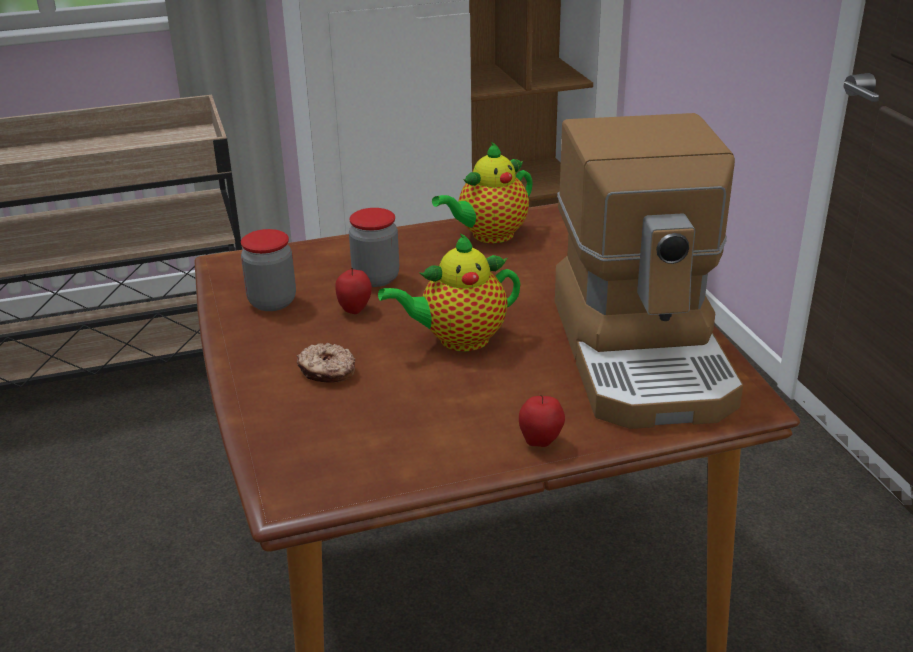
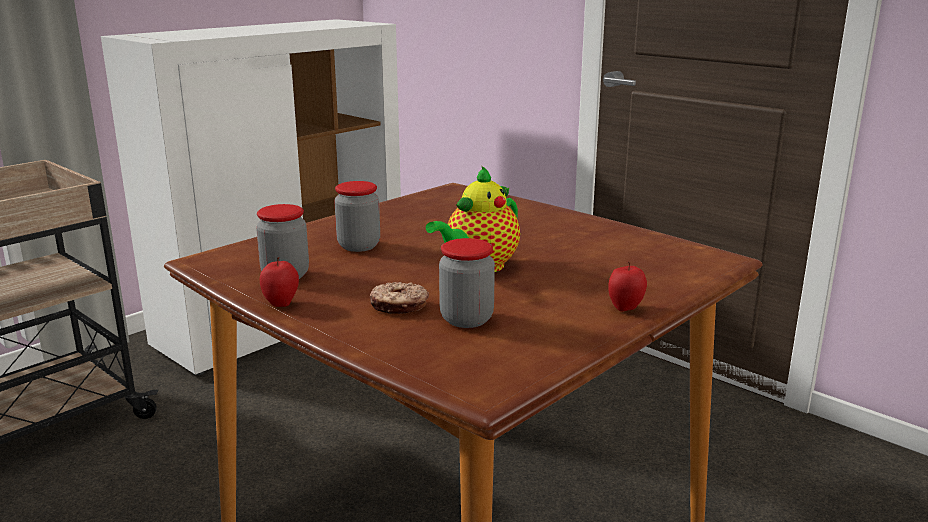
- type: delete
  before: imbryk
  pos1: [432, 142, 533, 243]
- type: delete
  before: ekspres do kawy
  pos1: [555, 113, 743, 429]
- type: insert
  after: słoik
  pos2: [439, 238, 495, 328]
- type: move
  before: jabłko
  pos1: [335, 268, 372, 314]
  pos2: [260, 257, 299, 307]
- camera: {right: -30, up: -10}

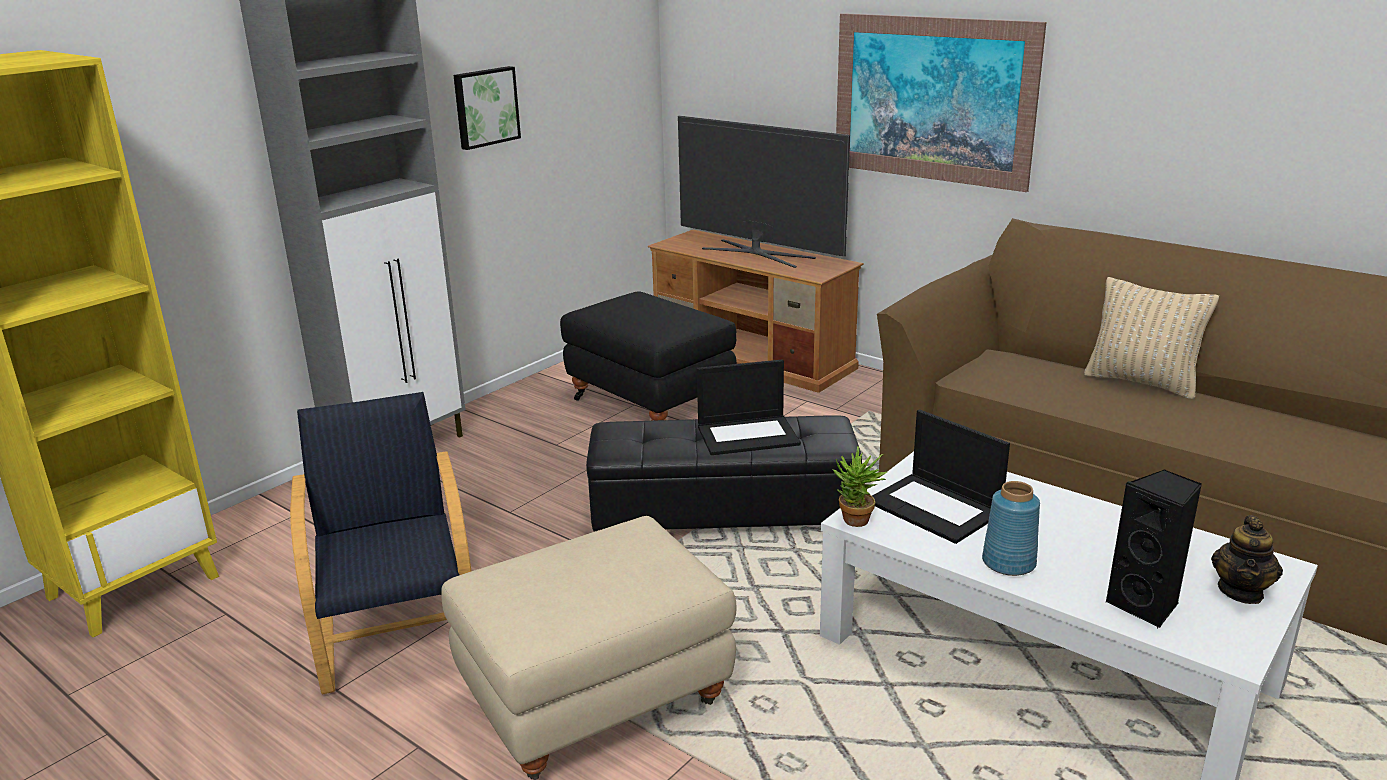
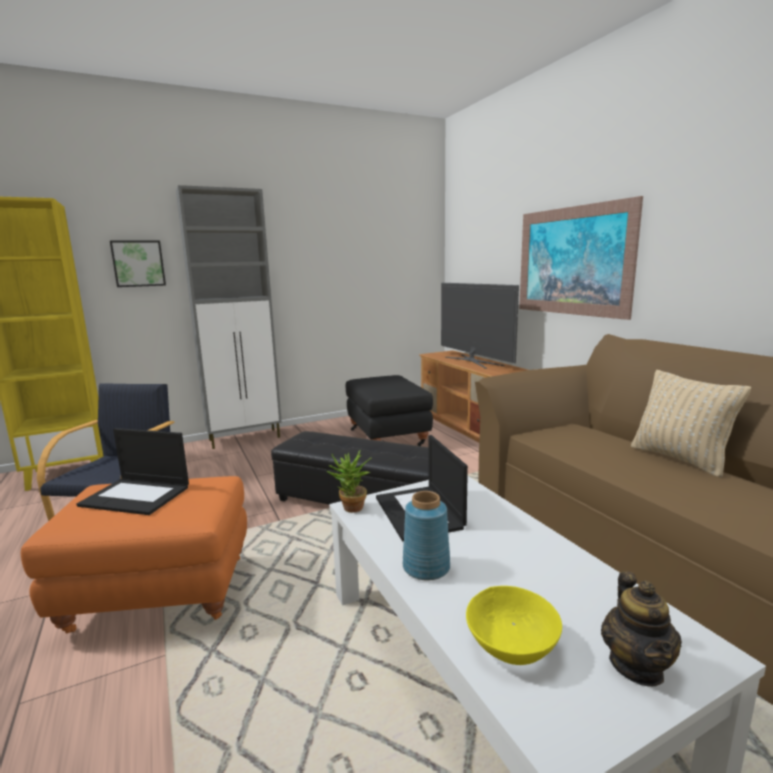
- type: move
  before: obraz
  pos1: [453, 66, 521, 150]
  pos2: [110, 241, 166, 287]
- type: move
  before: laptop
  pos1: [697, 359, 801, 455]
  pos2: [77, 428, 189, 515]
- type: replace
  before: głośnik (czarny)
  after: miska (żółty)
  pos1: [1105, 470, 1202, 628]
  pos2: [466, 586, 562, 665]
- type: recolor
  before: pufa (beżowy)
  after: pufa (pomarańczowy)
  pos1: [441, 516, 737, 780]
  pos2: [21, 476, 247, 633]
- type: rotate
  before: imbryk
  pos1: [1211, 515, 1283, 604]
  pos2: [601, 571, 682, 686]
  turn: -45
- camera: {right: 25, up: -10}

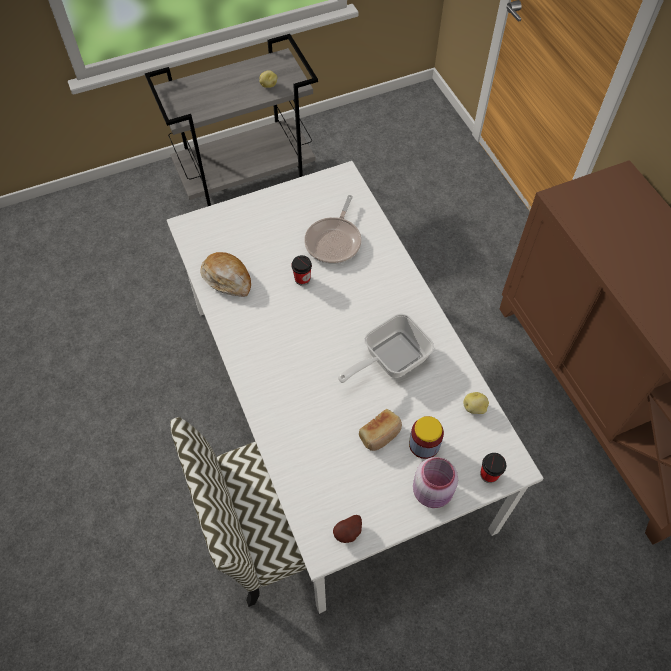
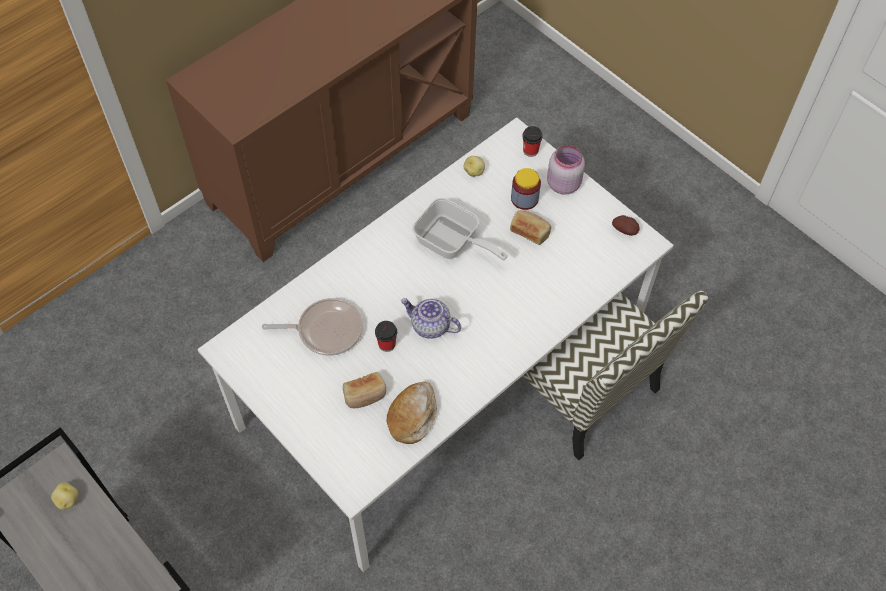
- type: insert
  after: chleb
  pos2: [343, 372, 386, 408]
- type: insert
  after: imbryk
  pos2: [401, 298, 461, 339]
- camera: {right: -110, up: 0}

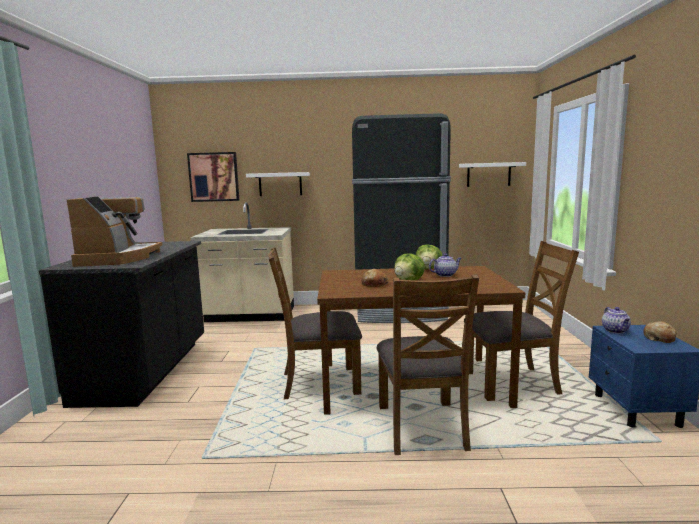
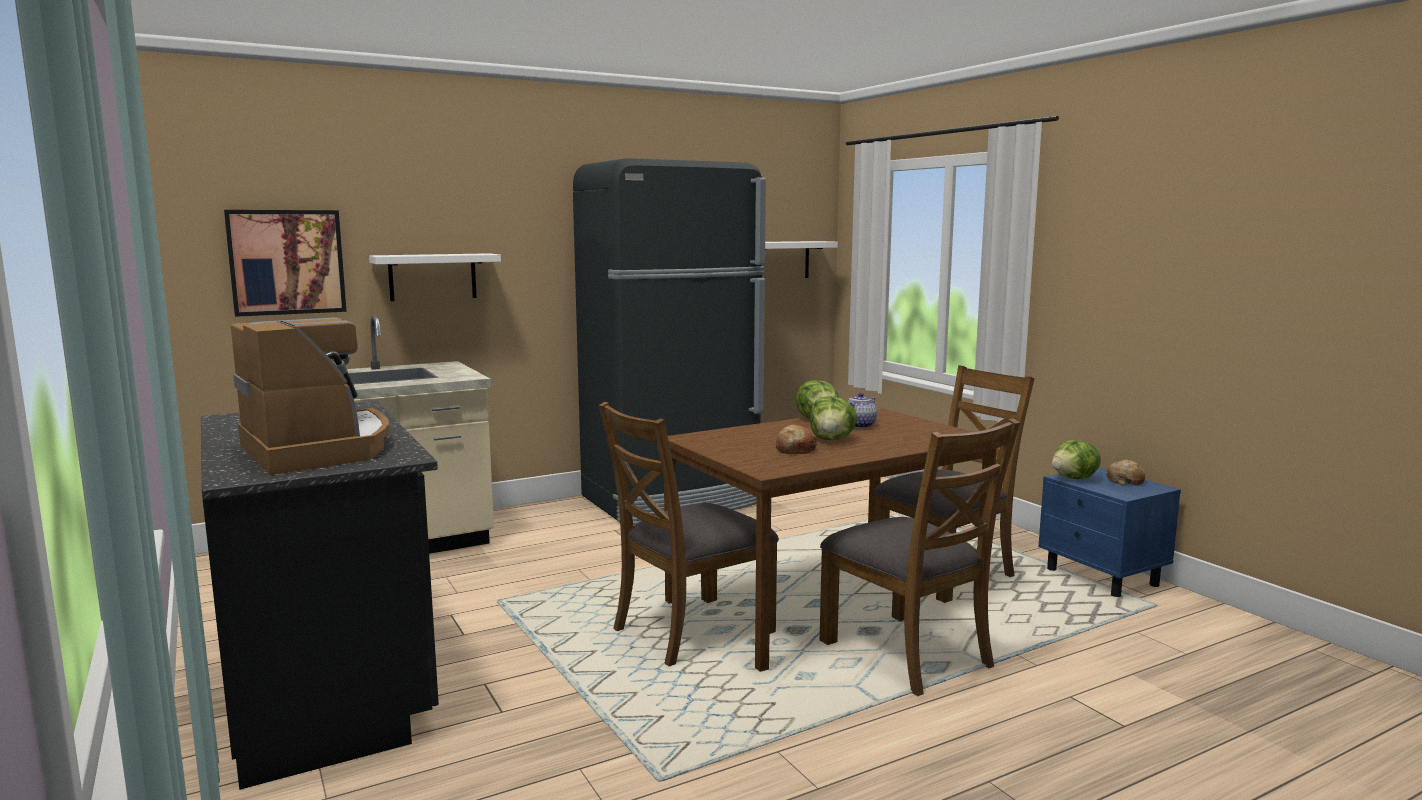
- type: replace
  before: imbryk
  after: sałata
  pos1: [602, 307, 631, 333]
  pos2: [1052, 440, 1101, 479]
- camera: {right: -30, up: 0}

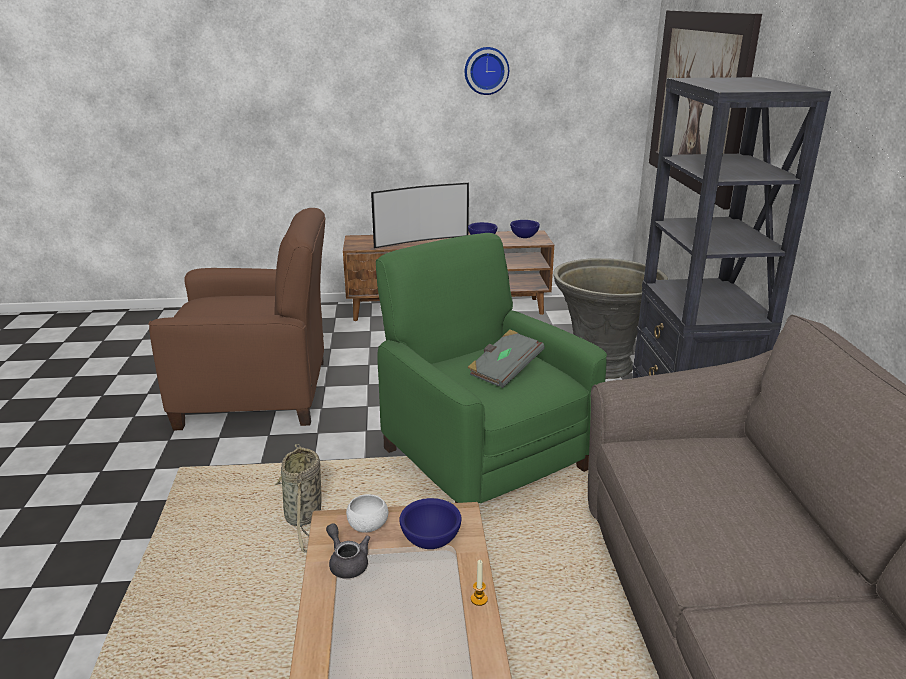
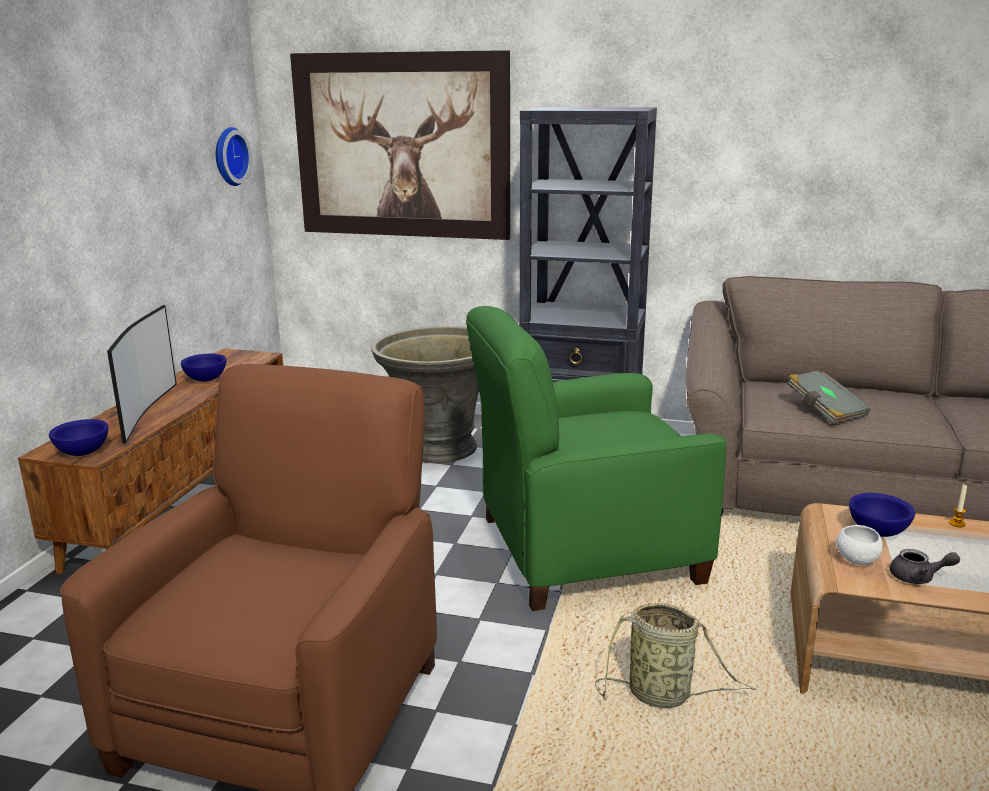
- type: move
  before: zegar ścienny
  pos1: [465, 47, 509, 95]
  pos2: [216, 127, 252, 186]
- type: move
  before: książka (szary)
  pos1: [467, 329, 545, 388]
  pos2: [787, 370, 871, 425]
- type: move
  before: miska (niebieski)
  pos1: [510, 220, 540, 238]
  pos2: [49, 419, 108, 456]
- type: rotate
  before: imbryk (szary)
  pos1: [326, 523, 370, 579]
  pos2: [890, 549, 960, 584]
  turn: -150
- camera: {right: -70, up: -5}

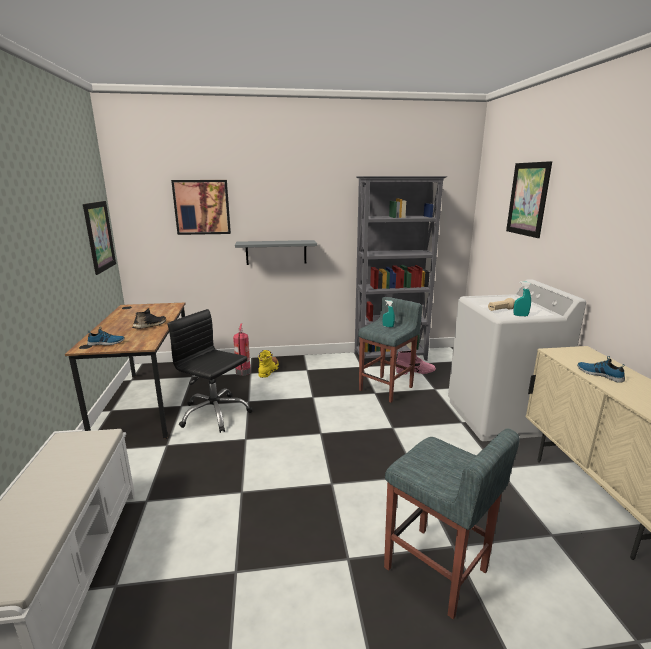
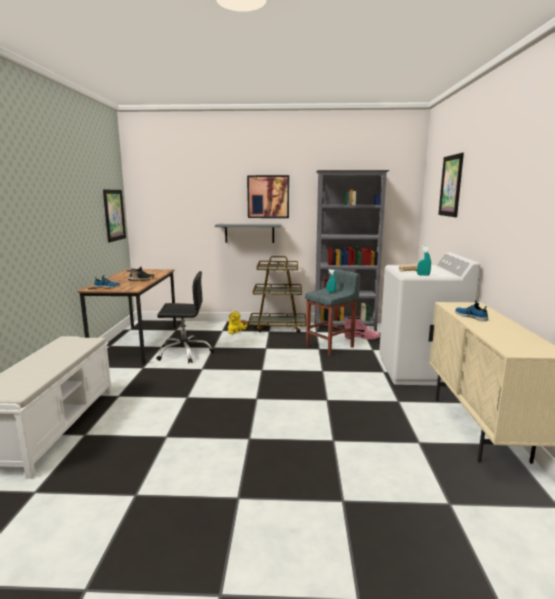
- type: delete
  before: gaśnica
  pos1: [233, 323, 251, 375]
- type: delete
  before: stołek (szary)
  pos1: [384, 428, 520, 619]
- type: insert
  after: wózek (brązowy)
  pos2: [248, 256, 306, 333]
- type: move
  before: obraz
  pos1: [171, 180, 231, 235]
  pos2: [247, 175, 289, 218]
- type: rotate
  before: krzesło biurowe (czarny)
  pos1: [168, 309, 253, 433]
  pos2: [156, 271, 214, 363]
  turn: 135
- camera: {right: 10, up: -5}

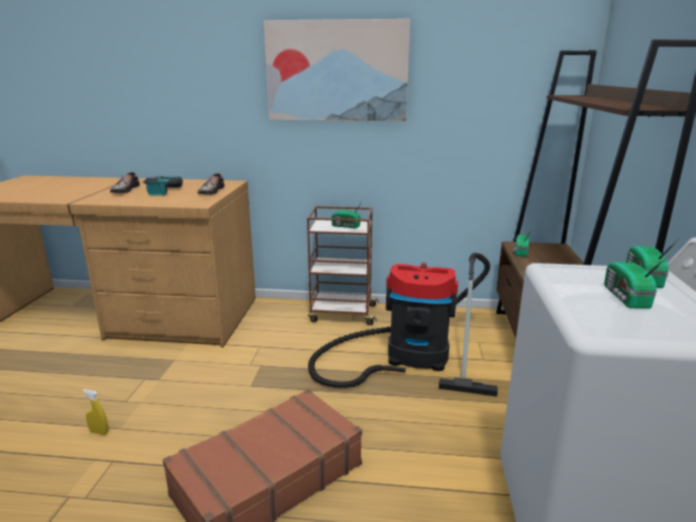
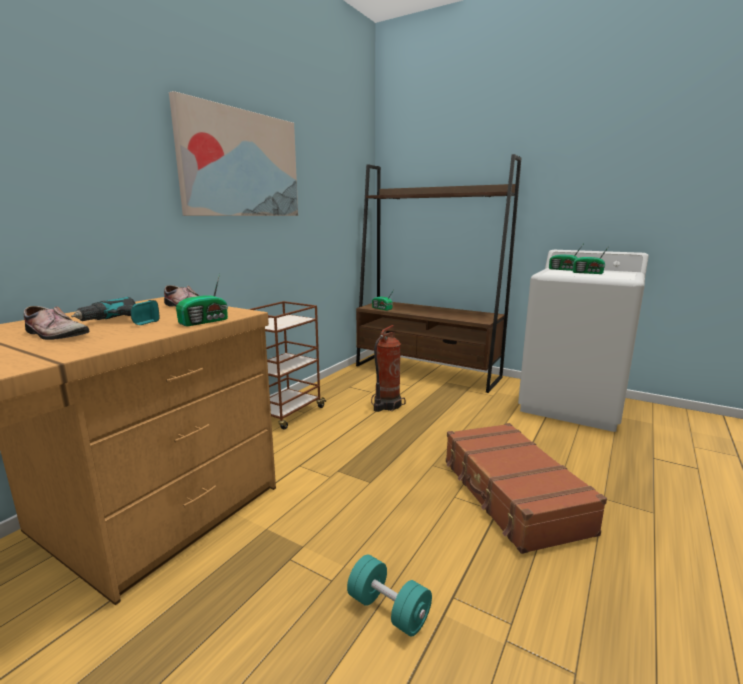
- type: move
  before: radio
  pos1: [332, 201, 362, 229]
  pos2: [176, 273, 228, 327]
- type: replace
  before: spryskiwacz (żółty)
  after: hantel (turkusowy)
  pos1: [82, 389, 108, 435]
  pos2: [347, 555, 432, 637]
- type: replace
  before: odkurzacz
  after: gaśnica
  pos1: [308, 253, 498, 397]
  pos2: [371, 325, 405, 412]
- camera: {right: -65, up: -5}

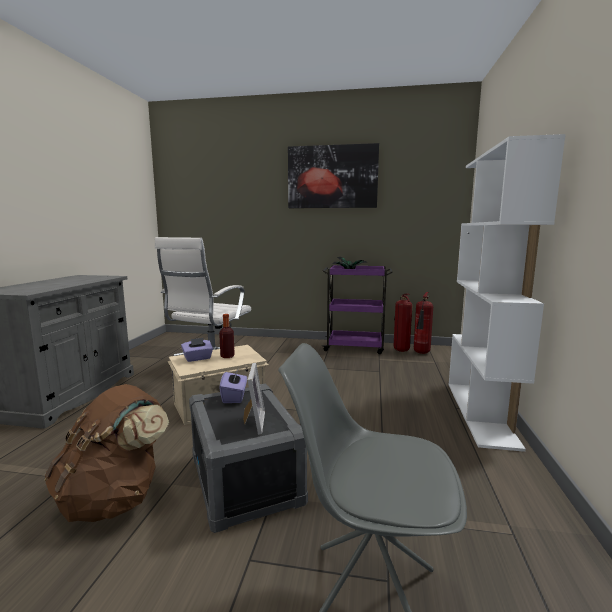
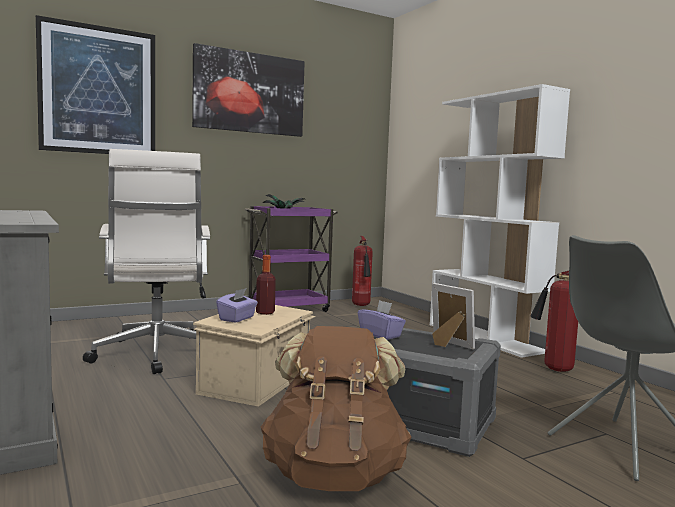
- type: insert
  after: obraz
  pos2: [36, 15, 155, 154]
- type: move
  before: gaśnica
  pos1: [394, 294, 412, 352]
  pos2: [531, 271, 578, 372]
- camera: {right: -40, up: -5}

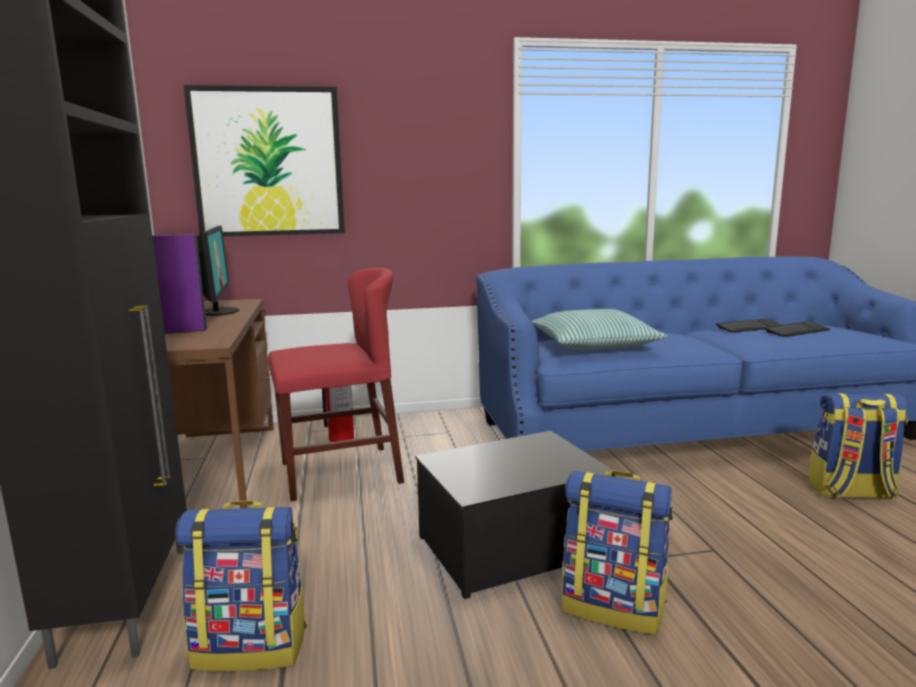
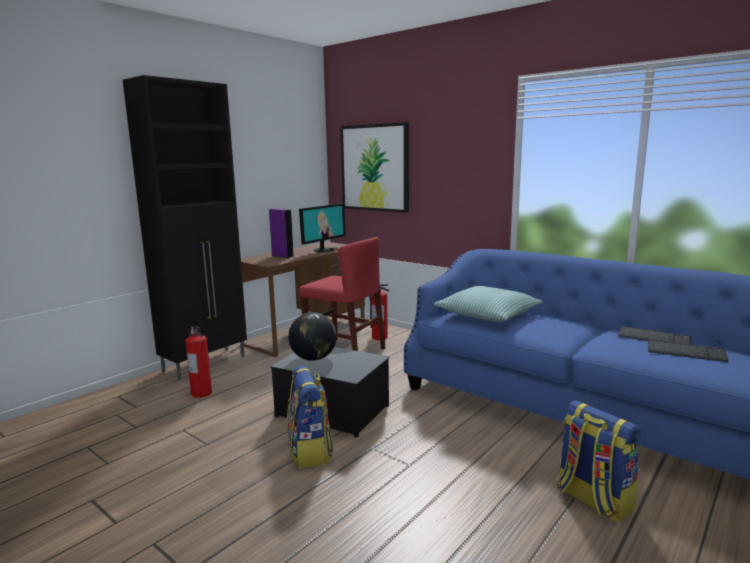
- type: insert
  after: globus
  pos2: [288, 312, 337, 361]
- type: replace
  before: plecak
  after: gaśnica
  pos1: [175, 500, 307, 672]
  pos2: [185, 326, 212, 398]
- camera: {right: 50, up: 0}

